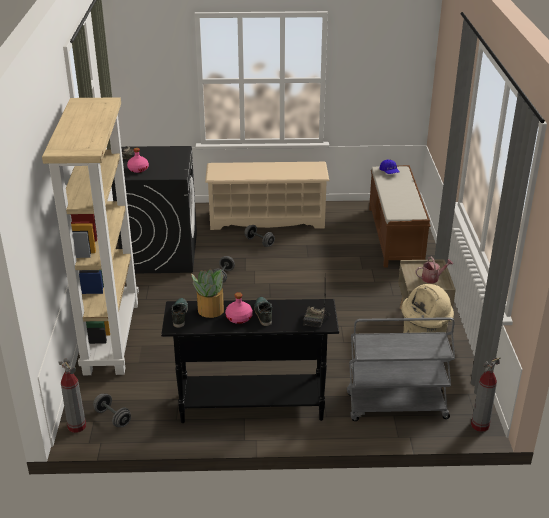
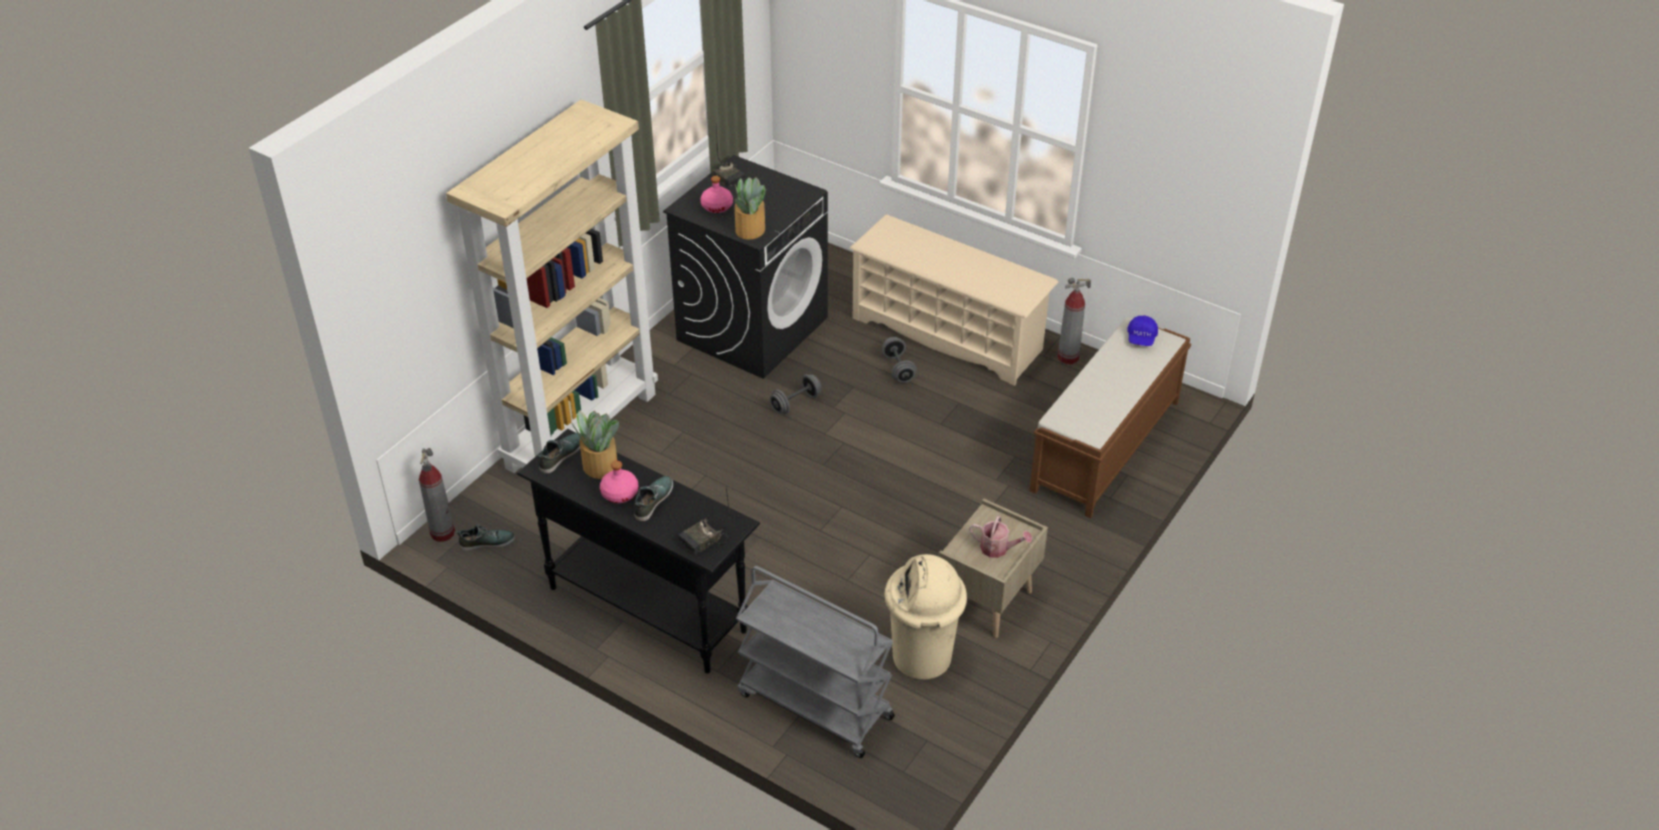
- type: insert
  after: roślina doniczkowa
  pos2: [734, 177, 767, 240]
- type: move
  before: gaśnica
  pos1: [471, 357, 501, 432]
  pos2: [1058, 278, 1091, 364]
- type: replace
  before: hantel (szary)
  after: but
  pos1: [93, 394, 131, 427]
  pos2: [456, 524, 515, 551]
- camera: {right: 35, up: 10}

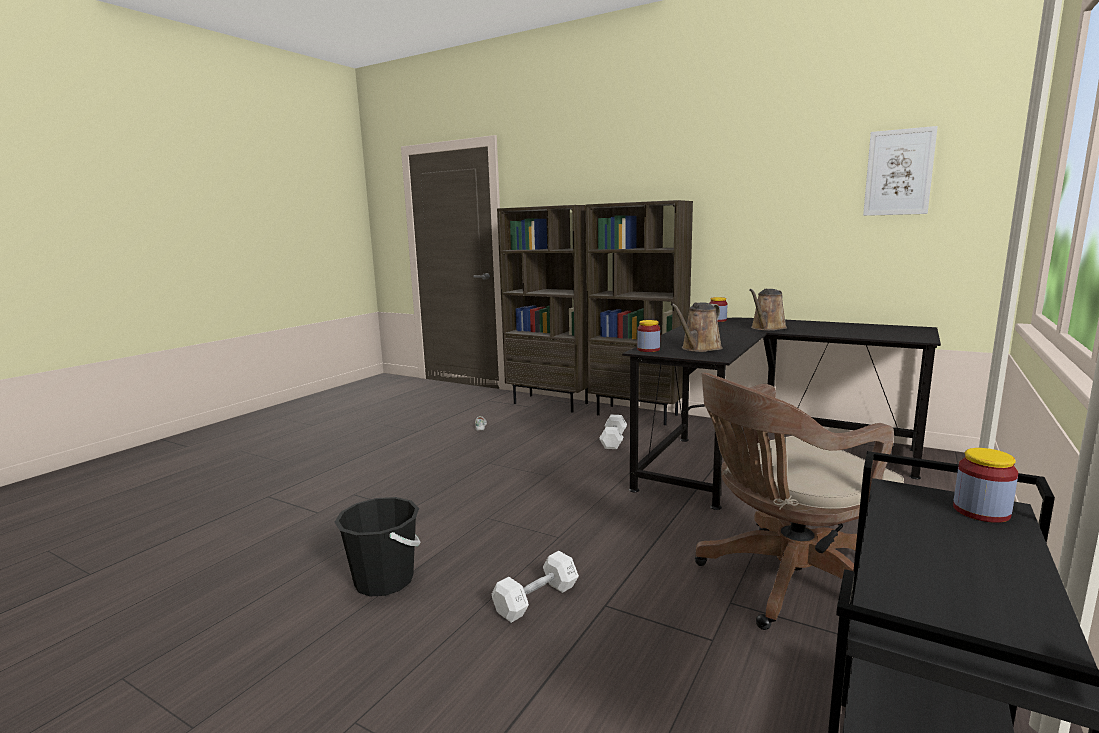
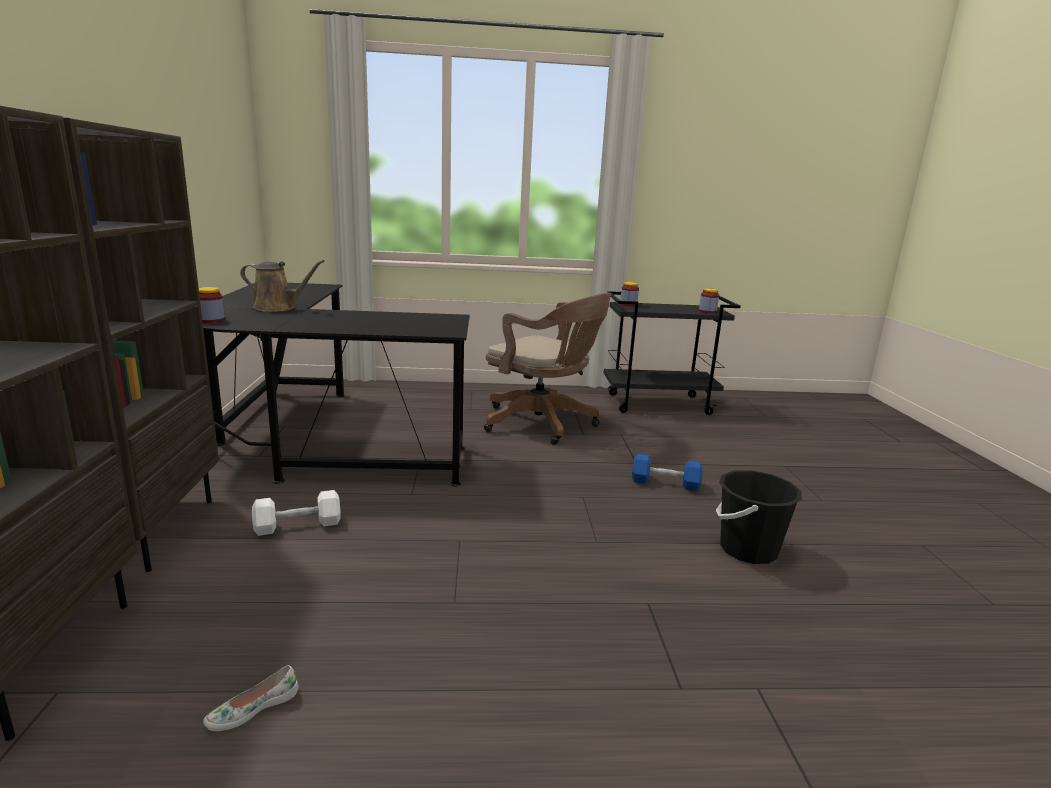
- type: delete
  before: konewka (brązowy)
  pos1: [671, 303, 723, 352]
- type: delete
  before: obraz
  pos1: [863, 126, 938, 216]
- type: move
  before: słoik
  pos1: [637, 320, 660, 352]
  pos2: [699, 288, 719, 313]
- type: recolor
  before: hantel (biały)
  after: hantel (niebieski)
  pos1: [492, 551, 579, 623]
  pos2: [632, 454, 703, 491]
- camera: {right: -125, up: 5}

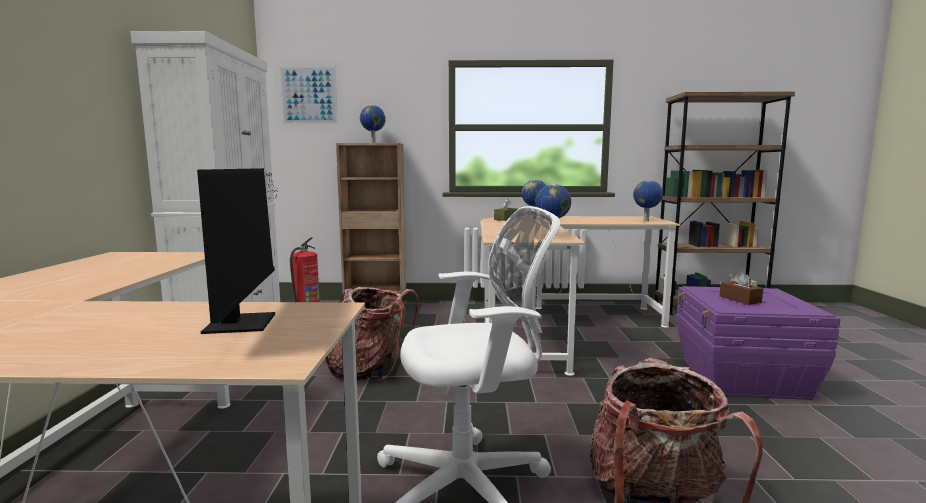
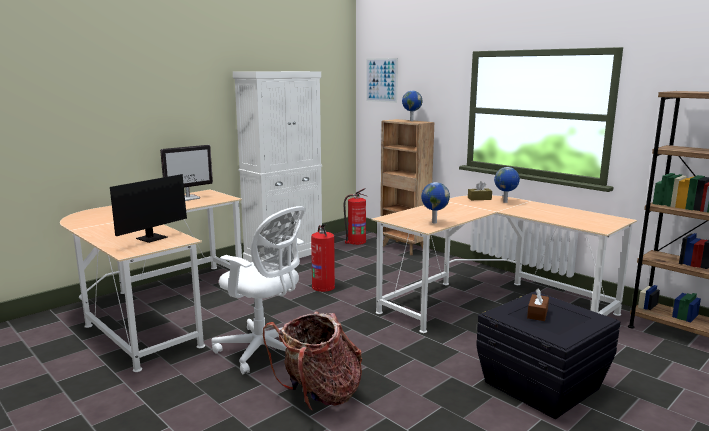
- type: delete
  before: globus
  pos1: [633, 180, 663, 221]
- type: insert
  after: monitor
  pos2: [160, 145, 213, 201]
- type: replace
  before: plecak
  after: gaśnica
  pos1: [325, 287, 419, 382]
  pos2: [311, 224, 335, 292]
- type: recolor
  before: pojemnik do przechowywania (fioletowy)
  after: pojemnik do przechowywania (czarny)
  pos1: [676, 286, 840, 400]
  pos2: [476, 291, 620, 419]
- camera: {right: 45, up: 5}

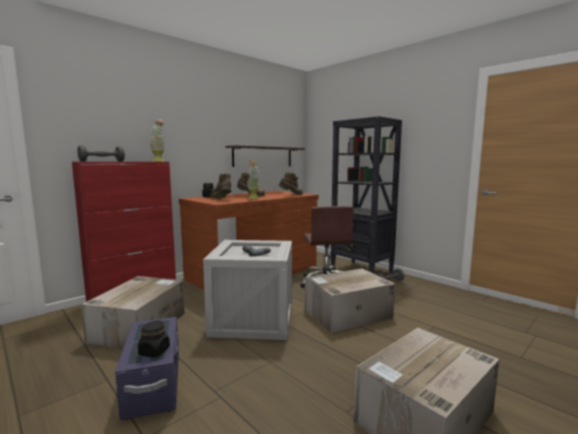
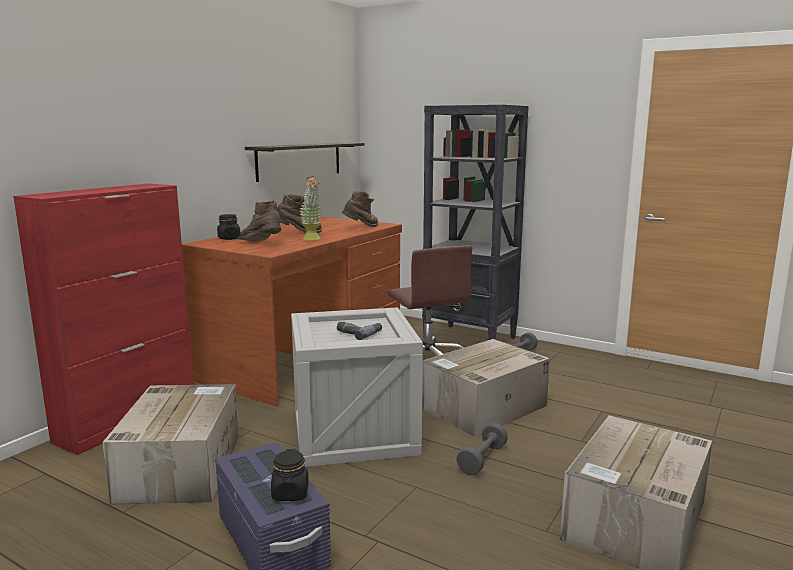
- type: delete
  before: roślina doniczkowa
  pos1: [150, 119, 165, 161]
- type: move
  before: hantel (szary)
  pos1: [77, 145, 125, 161]
  pos2: [456, 423, 508, 475]
- camera: {right: -15, up: 5}

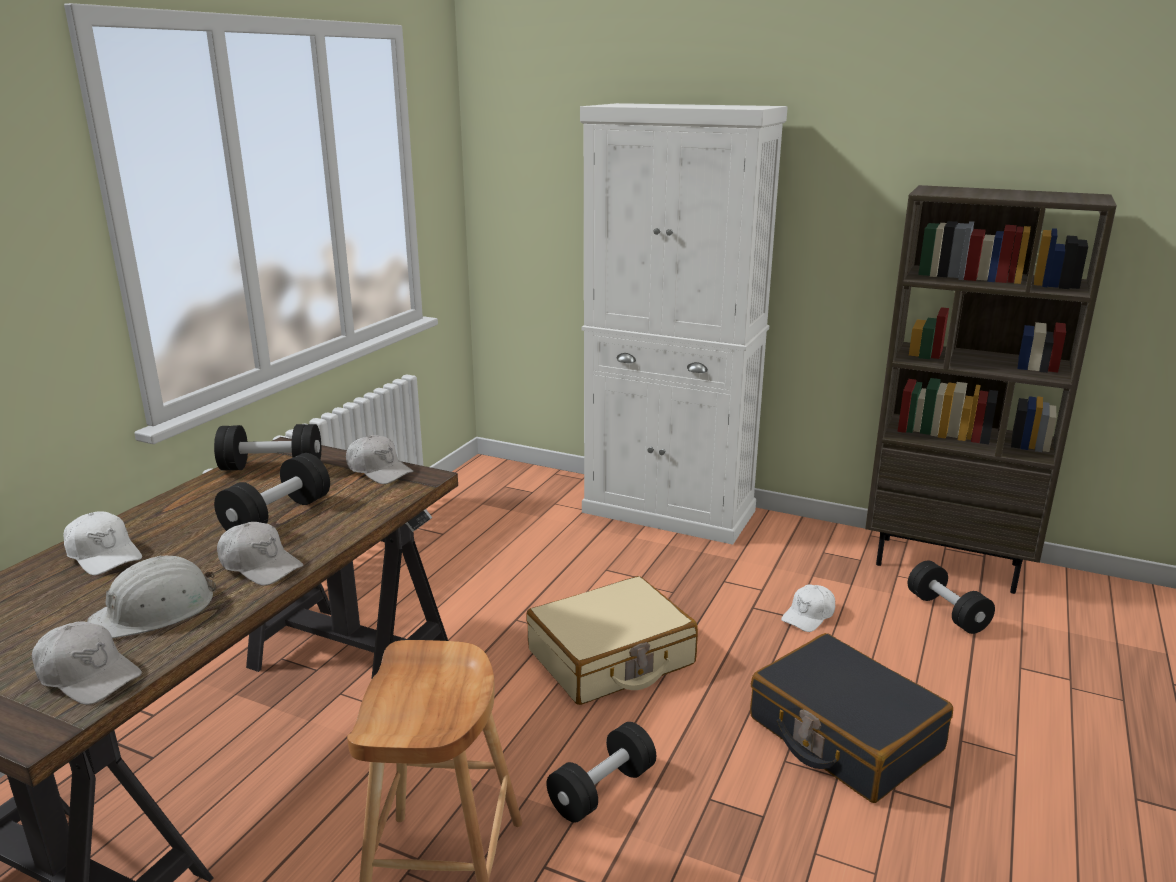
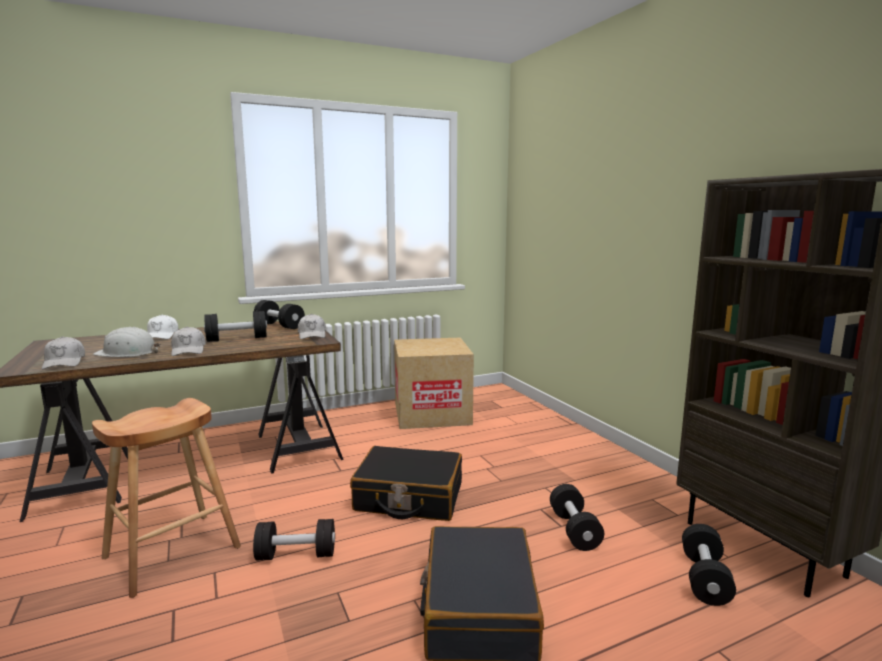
- type: delete
  before: szafka (biały)
  pos1: [580, 103, 788, 545]
- type: insert
  after: karton
  pos2: [394, 337, 474, 429]
- type: replace
  before: czapka z daszkiem (biały)
  after: hantel (czarny)
  pos1: [781, 584, 835, 632]
  pos2: [550, 484, 604, 551]
- type: recolor
  before: walizka (beżowy)
  after: walizka (czarny)
  pos1: [526, 576, 698, 705]
  pos2: [350, 446, 462, 521]
- camera: {right: 40, up: -10}

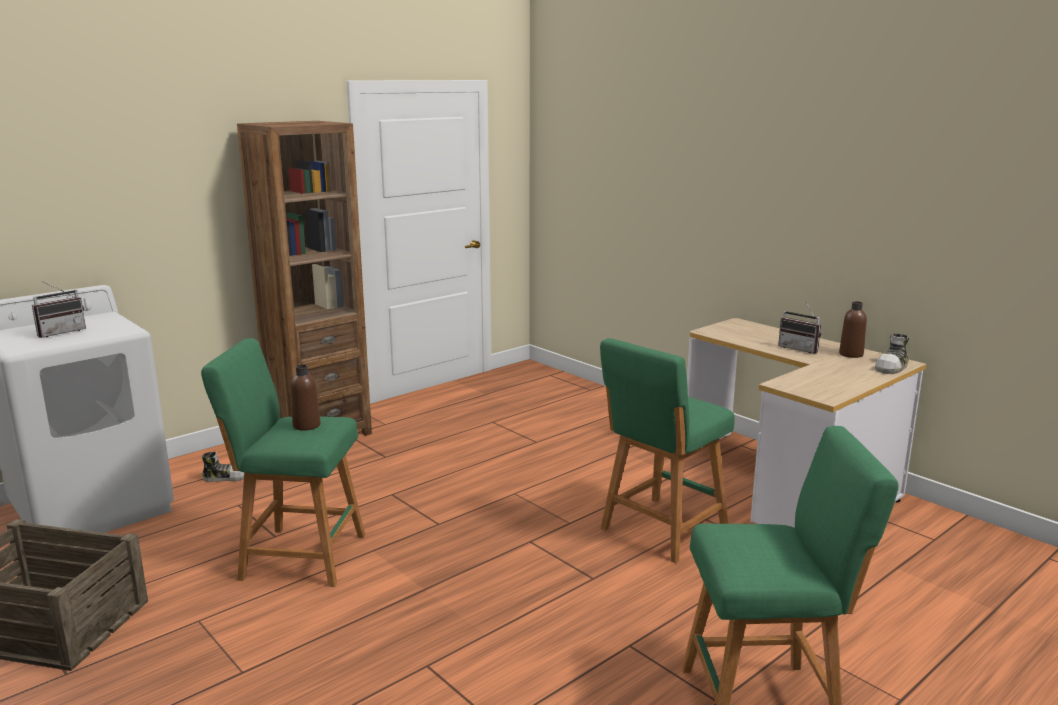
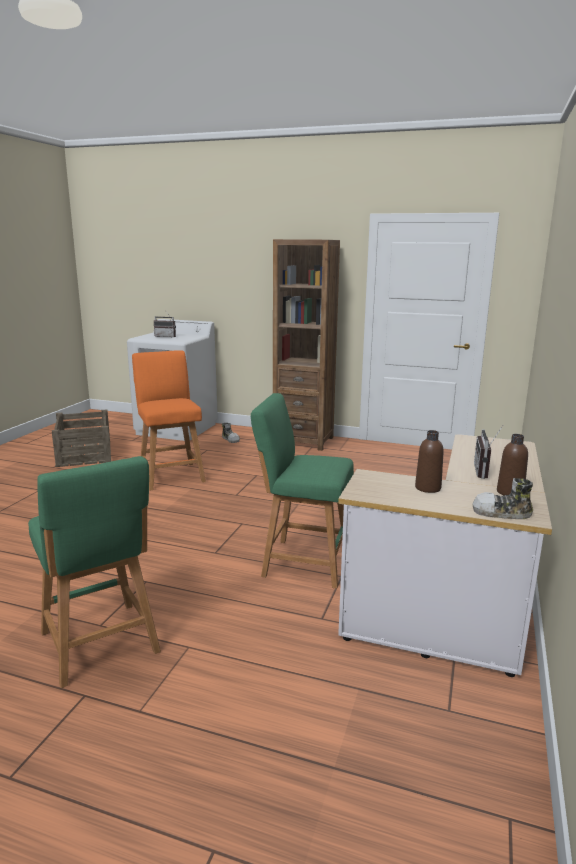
- type: move
  before: butelka (brązowy)
  pos1: [291, 365, 321, 431]
  pos2: [415, 430, 444, 493]
- type: recolor
  before: stołek (zielony)
  after: stołek (pomarańczowy)
  pos1: [201, 338, 365, 587]
  pos2: [132, 350, 206, 491]
- camera: {right: 60, up: 0}

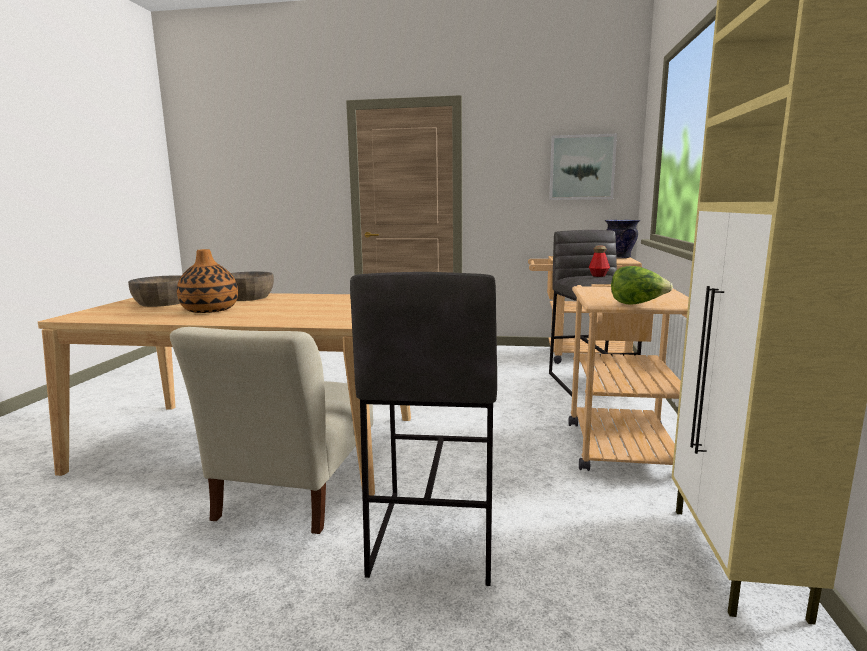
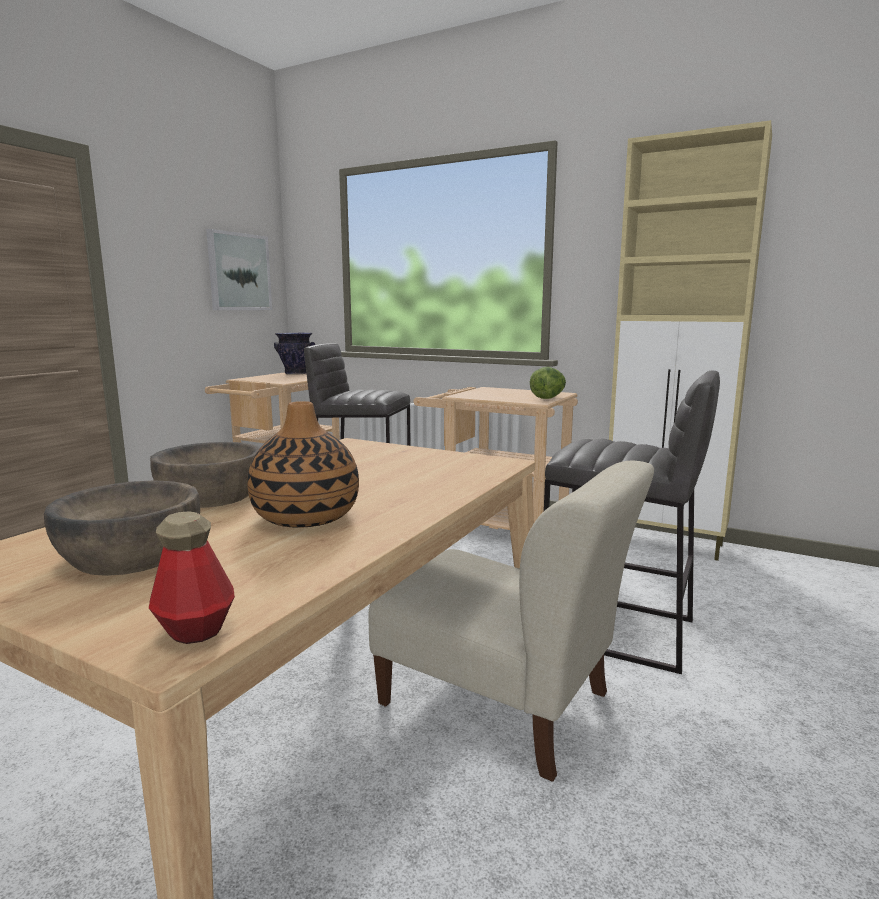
- type: move
  before: butelka
  pos1: [589, 246, 610, 277]
  pos2: [149, 511, 235, 644]
- camera: {right: -70, up: 0}

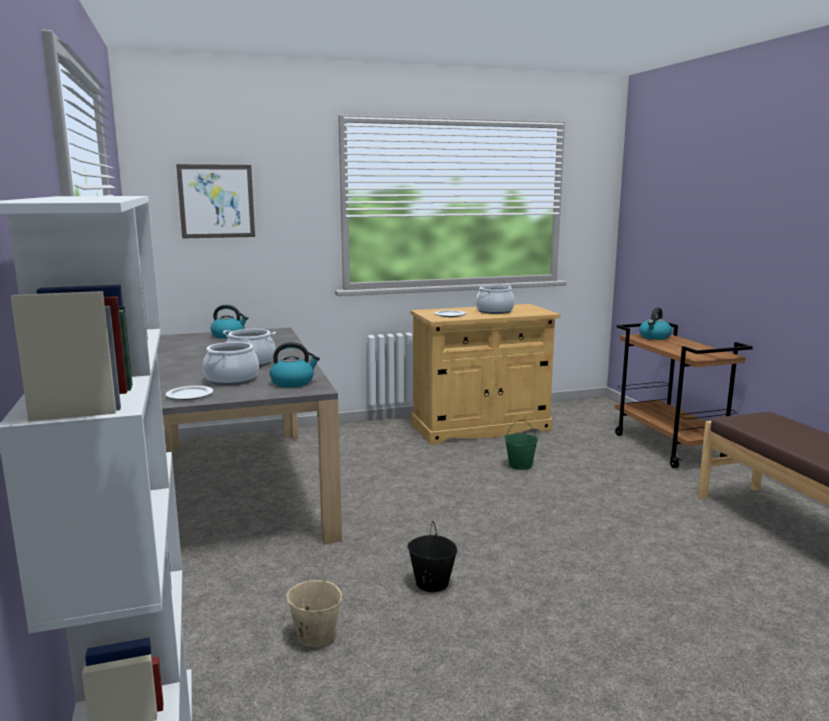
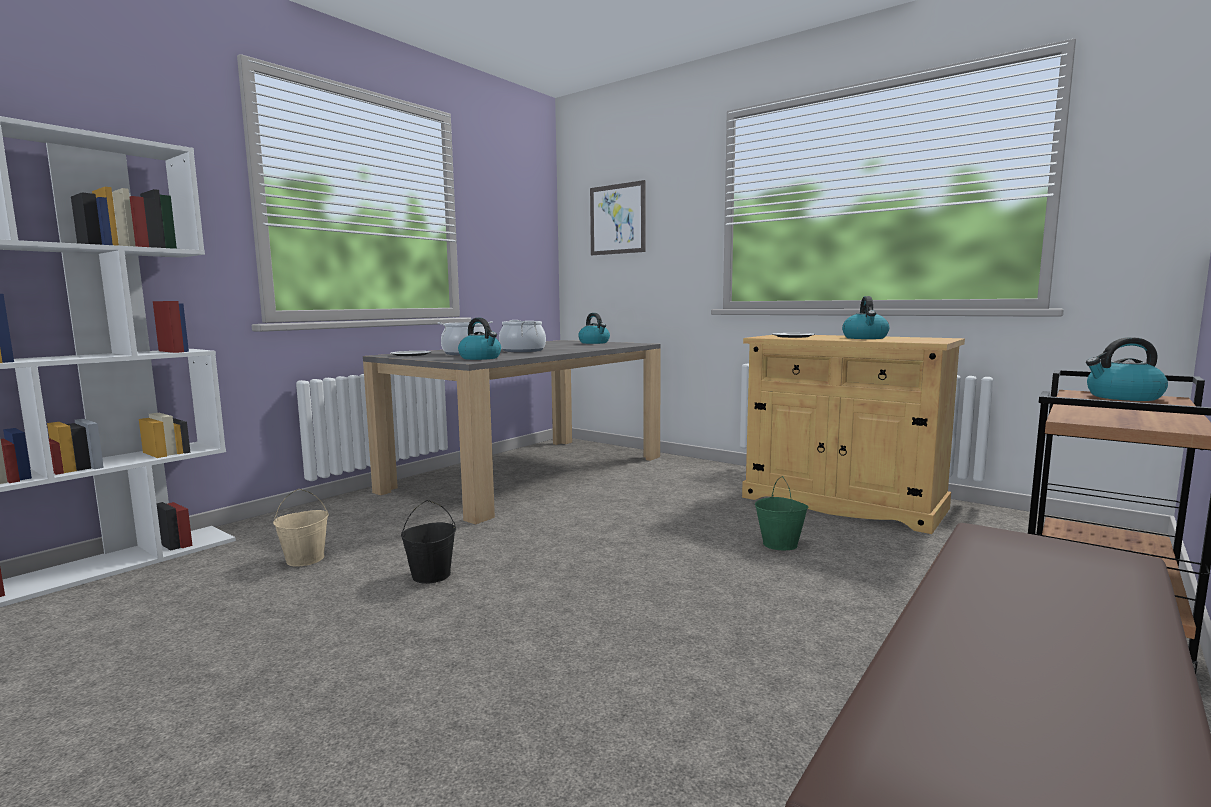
- type: replace
  before: garnek
  after: czajnik
  pos1: [476, 285, 514, 314]
  pos2: [842, 296, 889, 339]
- camera: {right: 55, up: -5}

